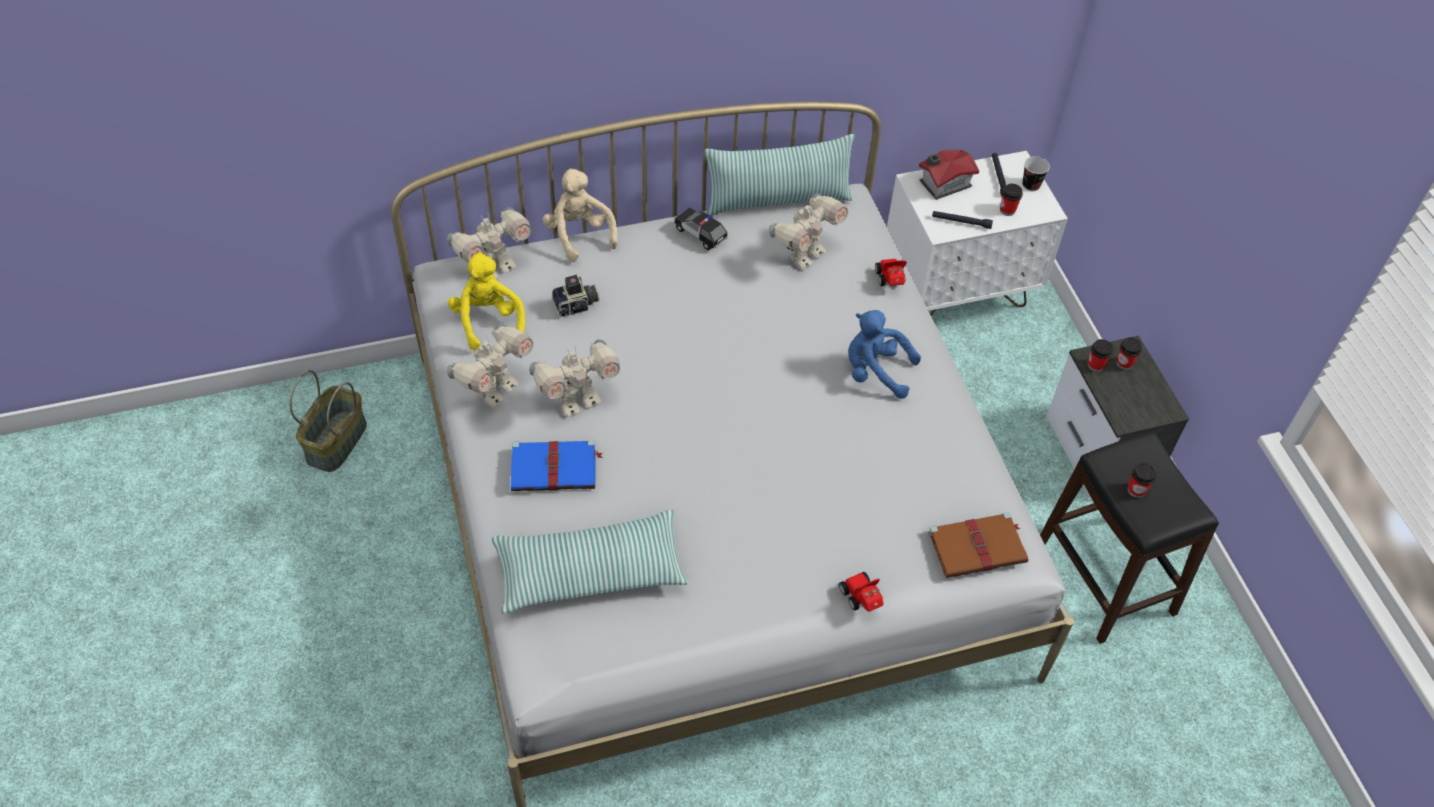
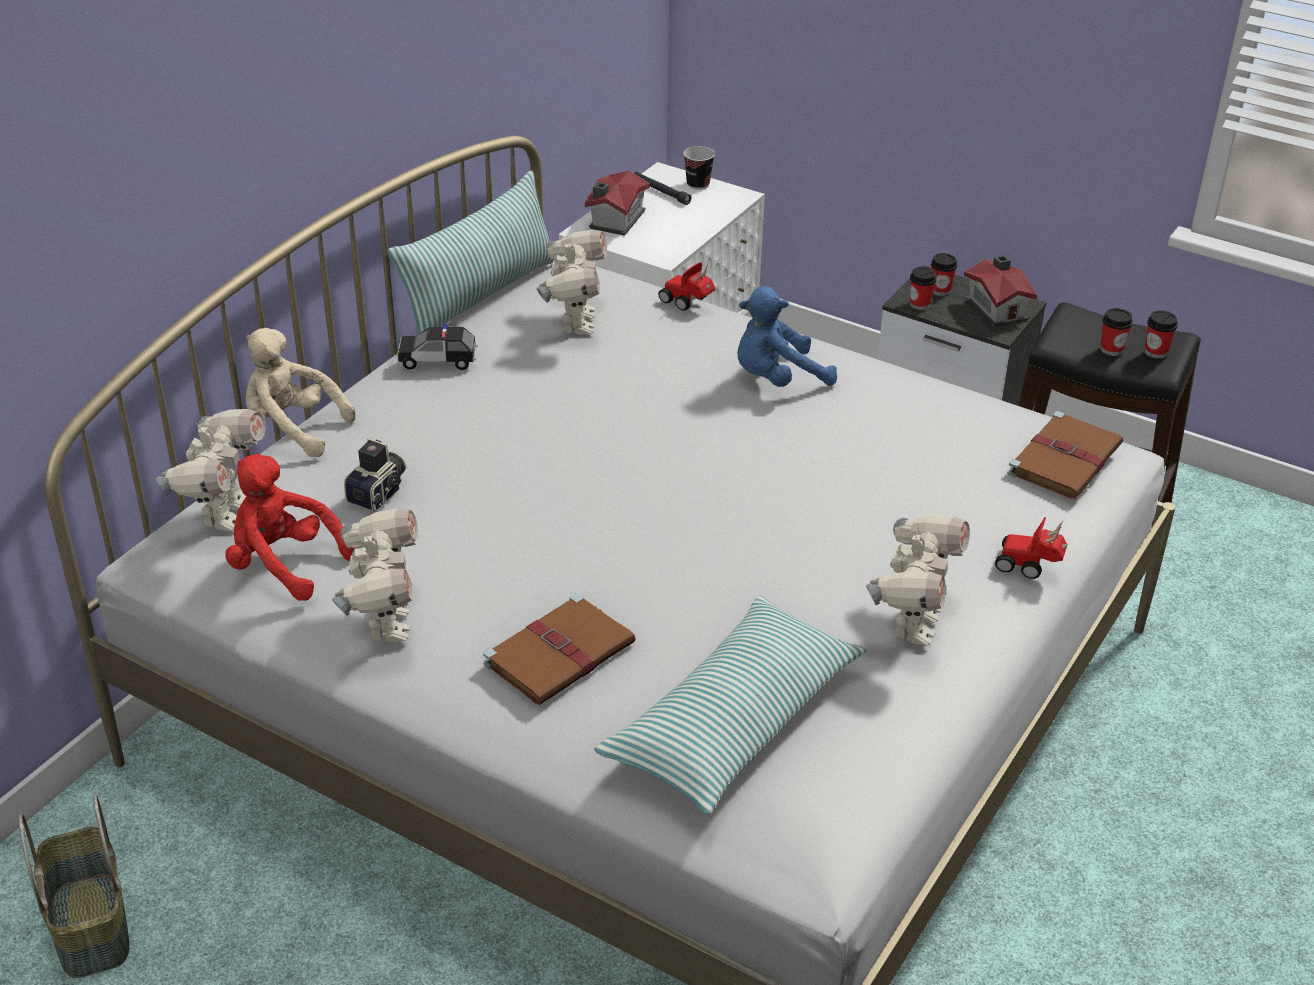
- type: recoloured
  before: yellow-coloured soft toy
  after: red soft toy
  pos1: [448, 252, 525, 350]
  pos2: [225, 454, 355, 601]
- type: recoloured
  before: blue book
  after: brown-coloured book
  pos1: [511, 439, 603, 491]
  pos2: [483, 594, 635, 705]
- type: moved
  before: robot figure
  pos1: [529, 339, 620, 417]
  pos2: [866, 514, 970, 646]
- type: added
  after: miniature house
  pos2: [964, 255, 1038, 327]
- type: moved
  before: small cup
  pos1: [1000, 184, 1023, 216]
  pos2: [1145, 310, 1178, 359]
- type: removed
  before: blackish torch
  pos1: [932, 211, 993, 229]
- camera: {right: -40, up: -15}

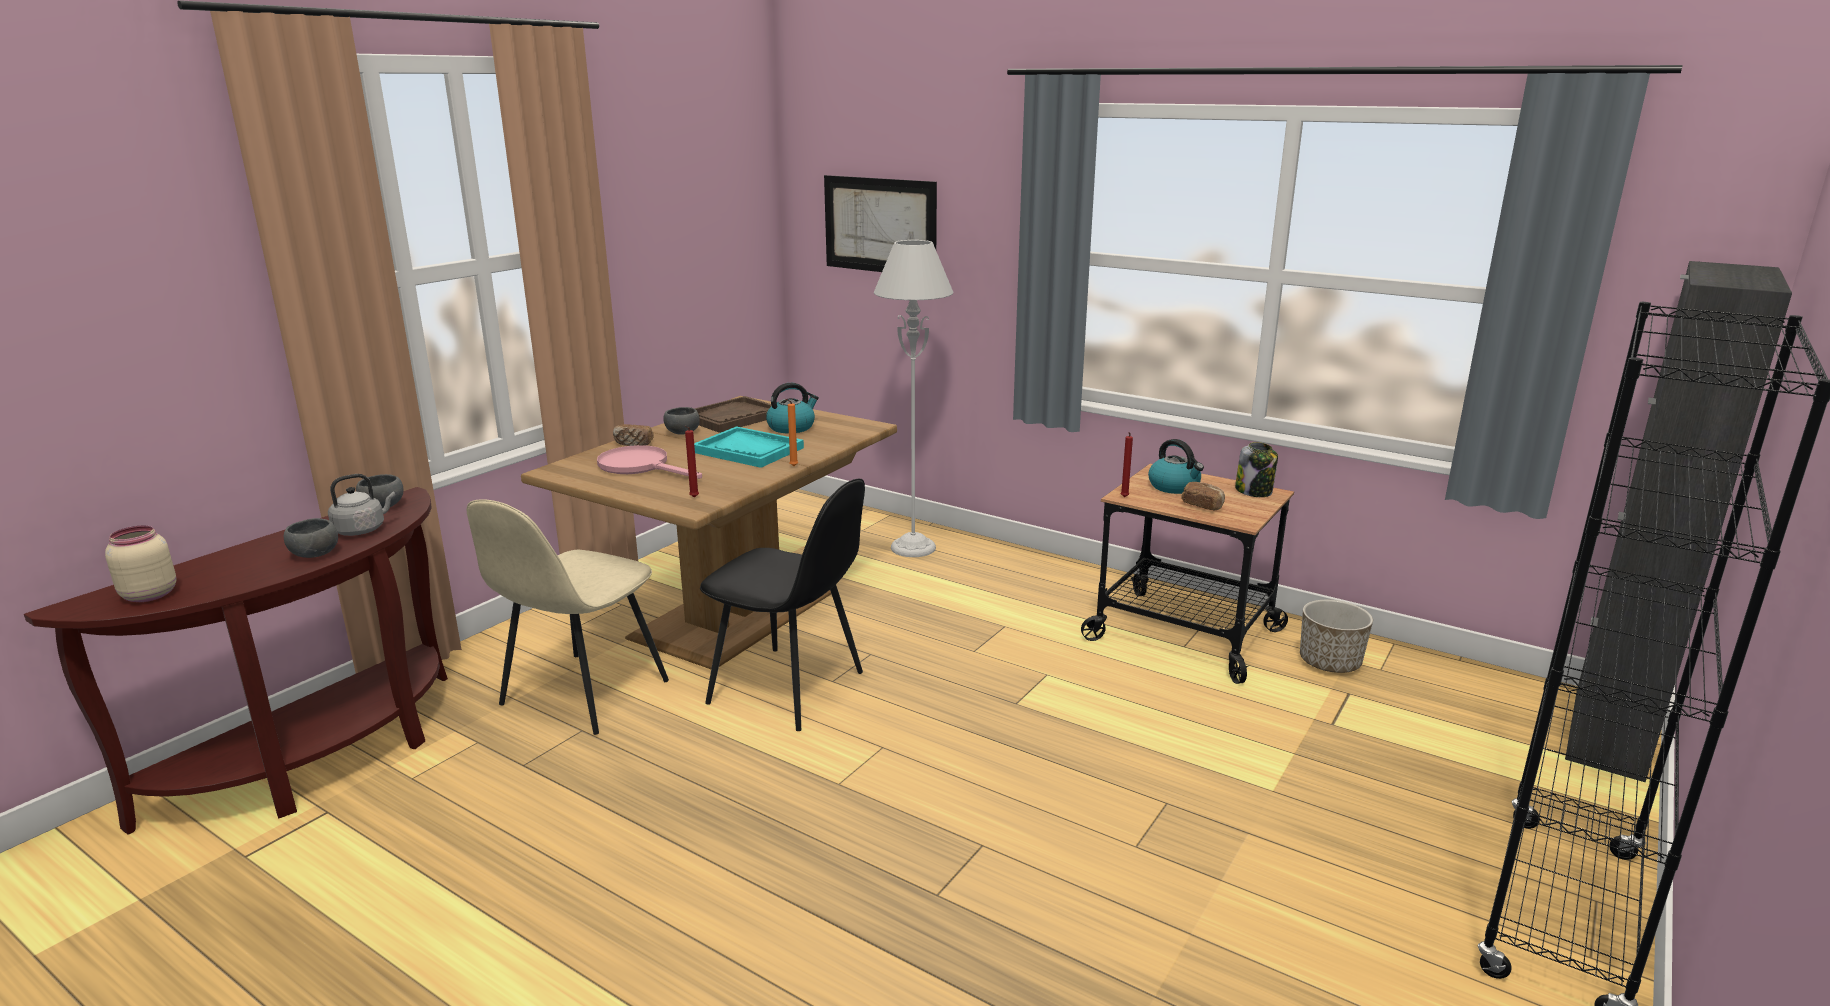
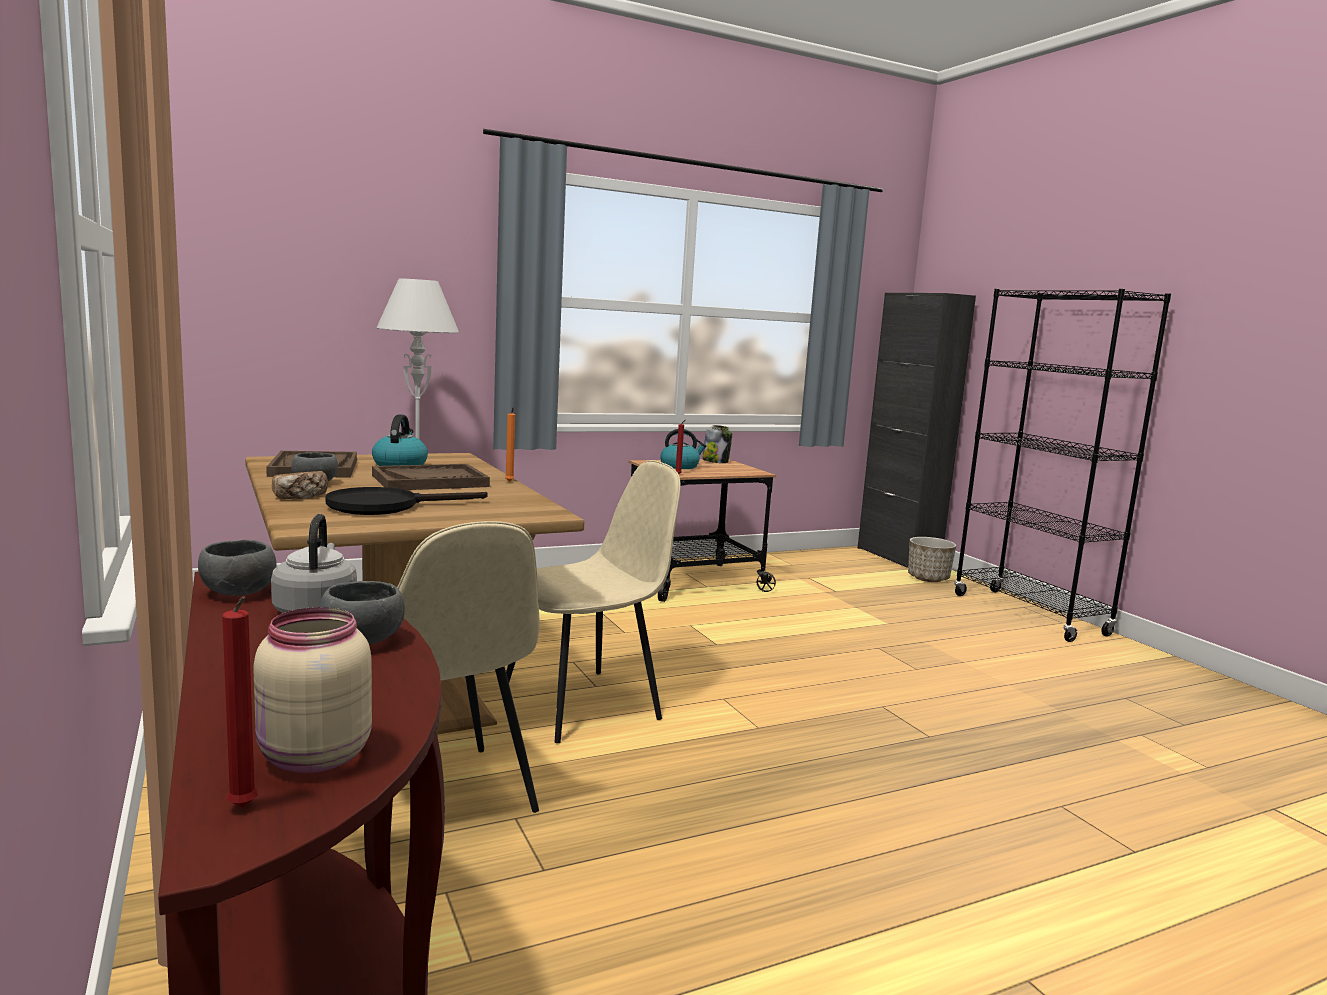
- type: moved
  before: red wax candle
  pos1: [685, 426, 699, 498]
  pos2: [222, 596, 258, 807]
- type: recoloured
  before: pinkish pan
  after: blackish pan
  pos1: [597, 445, 702, 479]
  pos2: [326, 487, 488, 515]
- type: recoloured
  before: turquoise serving tray
  after: brown-coloured serving tray
  pos1: [694, 426, 804, 468]
  pos2: [372, 464, 490, 490]
- type: recoloured
  before: blackish plain chair
  after: sand-coloured plain chair
  pos1: [700, 479, 865, 731]
  pos2: [506, 460, 681, 743]
- type: moved
  before: planter
  pos1: [1300, 600, 1373, 673]
  pos2: [908, 537, 956, 582]
- type: removed
  before: picture
  pos1: [824, 175, 937, 272]
- type: removed
  before: bread
  pos1: [1182, 482, 1225, 510]
- camera: {right: -60, up: -10}

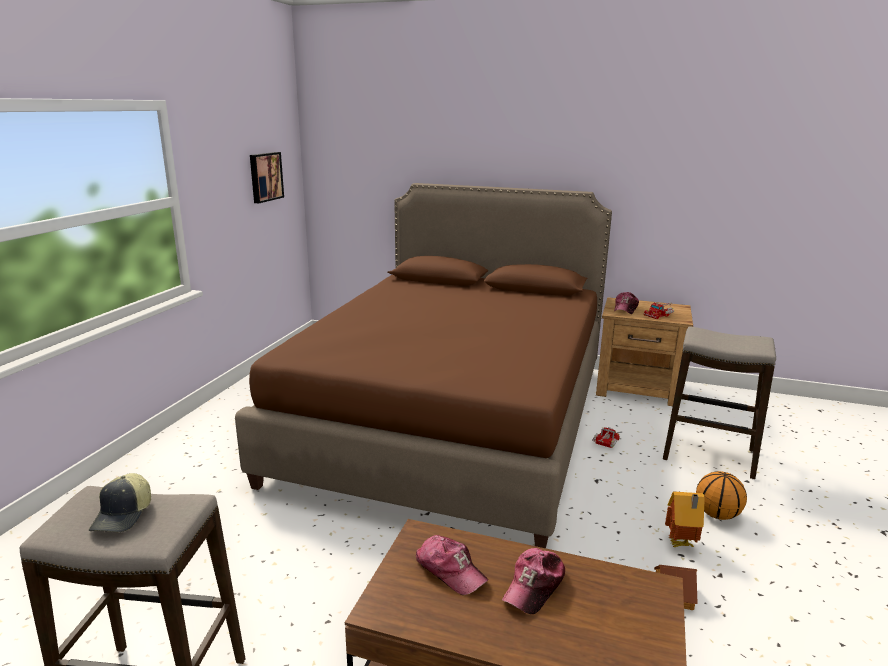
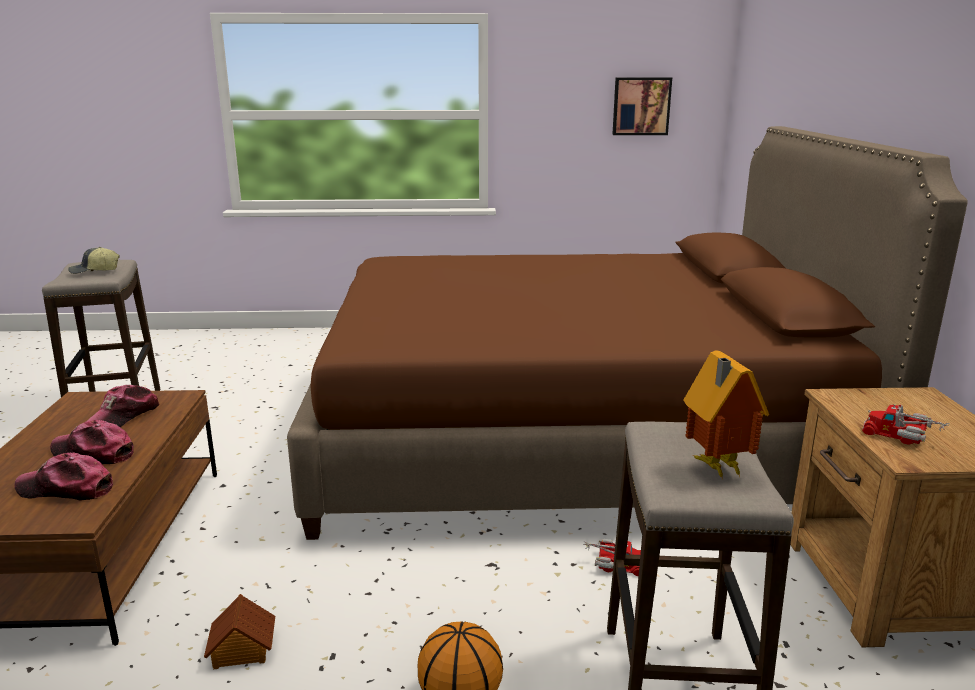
- type: moved
  before: cap
  pos1: [614, 292, 639, 314]
  pos2: [14, 453, 113, 500]
- type: moved
  before: miniature house
  pos1: [665, 491, 705, 547]
  pos2: [683, 350, 769, 479]
- camera: {right: 70, up: 0}

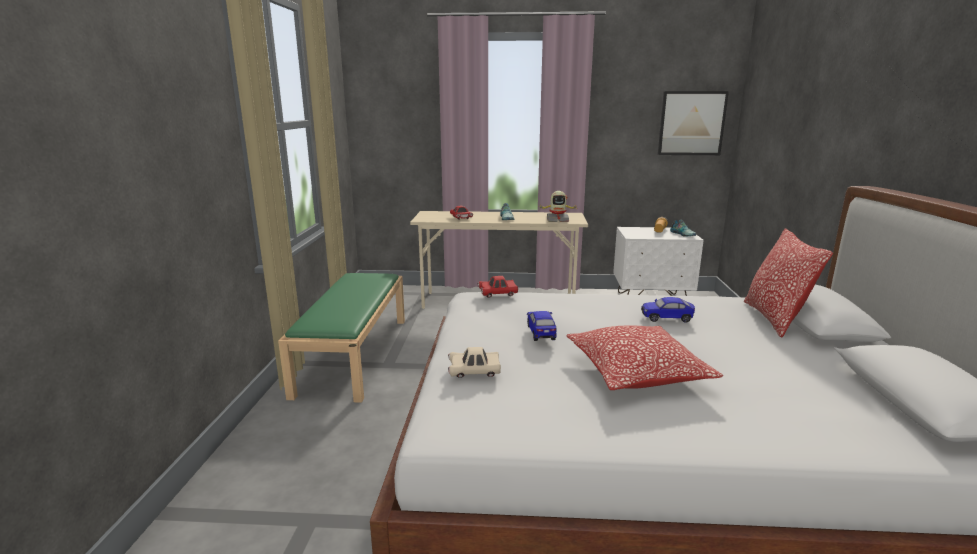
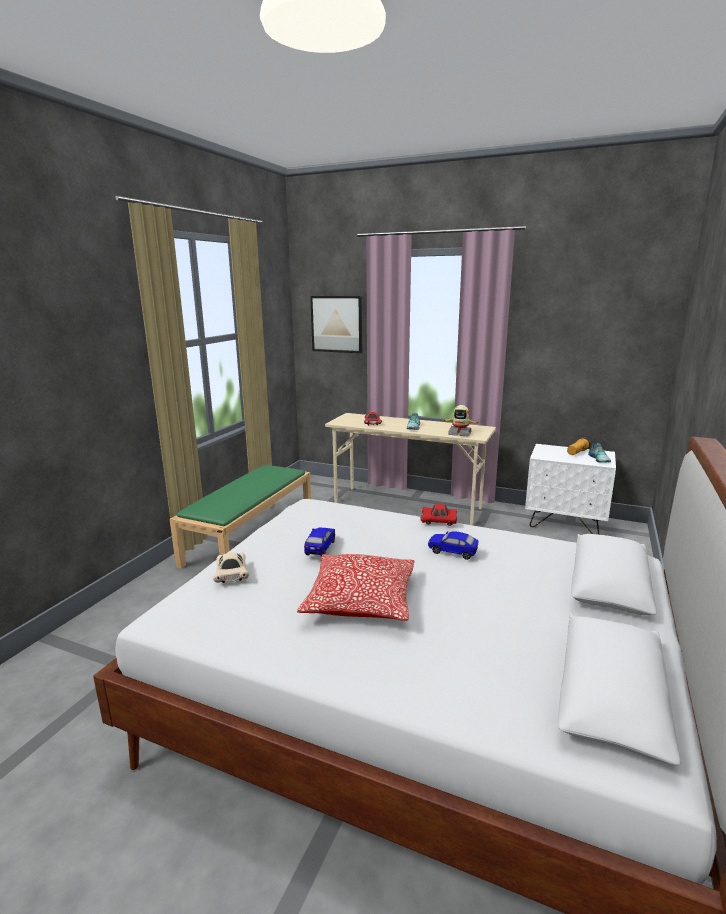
- type: turned
  before: sand-coloured miniature car
  pos1: [448, 347, 501, 378]
  pos2: [213, 552, 249, 583]
  turn: -120
- type: moved
  before: picture
  pos1: [658, 91, 729, 155]
  pos2: [310, 296, 362, 353]
- type: moved
  before: red miniature car
  pos1: [478, 276, 518, 298]
  pos2: [420, 504, 457, 526]
- type: removed
  before: throw pillow
  pos1: [744, 229, 833, 338]
- camera: {right: 20, up: 0}

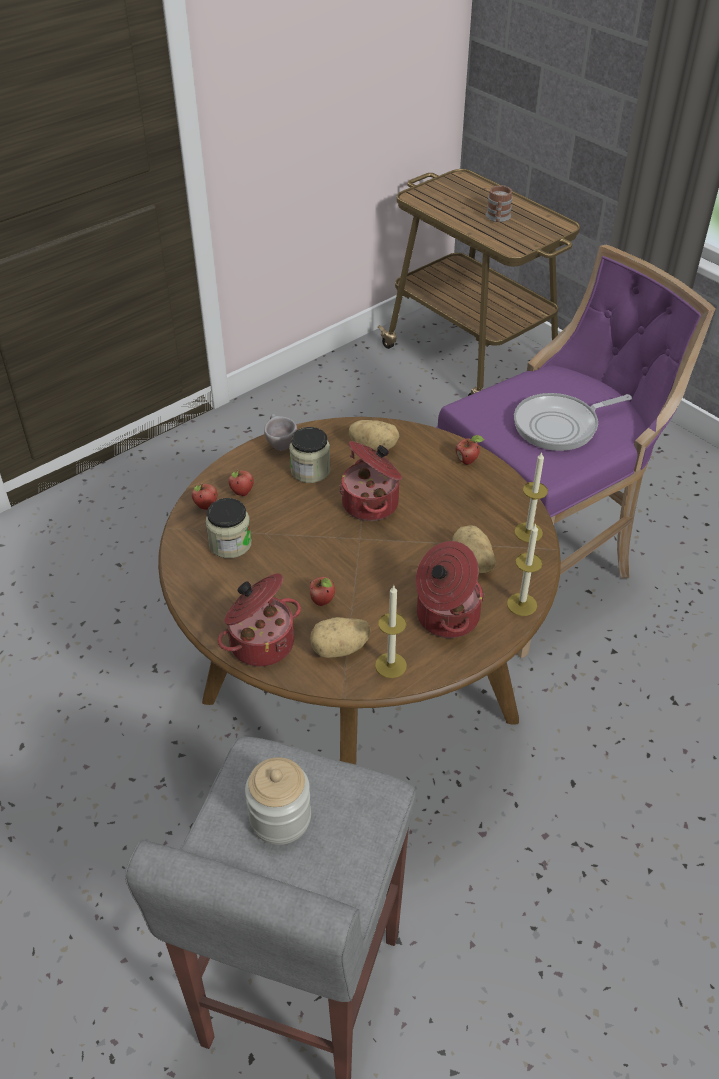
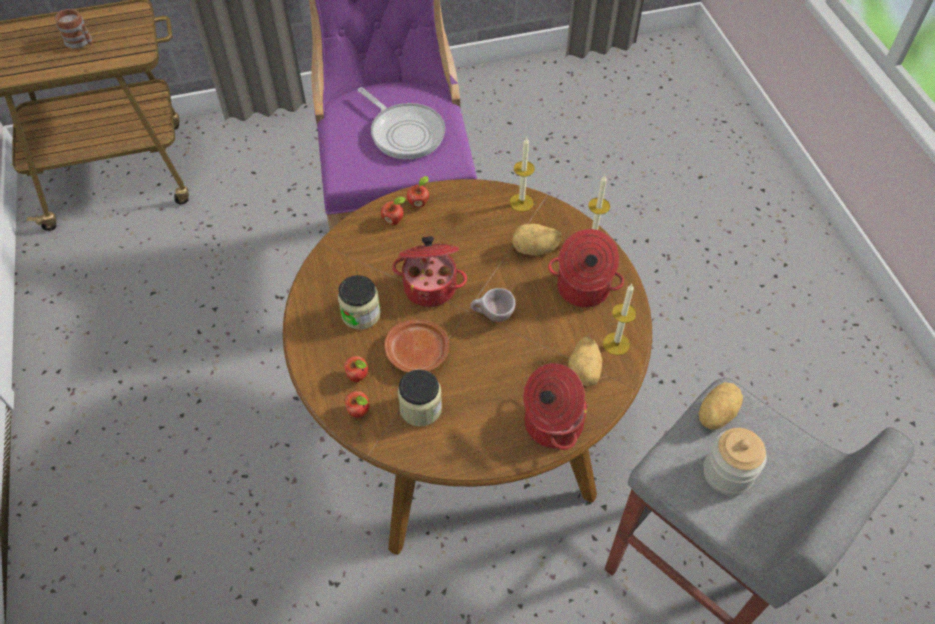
- type: turned
  before: pan
  pos1: [514, 393, 632, 451]
  pos2: [358, 87, 445, 159]
  turn: -45
- type: moved
  before: whole apple
  pos1: [310, 577, 335, 606]
  pos2: [381, 197, 406, 225]
- type: added
  after: brown-coloured plate
  pos2: [384, 319, 449, 373]
- type: moved
  before: sand-coloured small cup
  pos1: [264, 414, 297, 451]
  pos2: [470, 288, 516, 322]
- type: moved
  before: spud
  pos1: [349, 420, 400, 451]
  pos2: [699, 382, 743, 430]
- camera: {right: -65, up: 10}

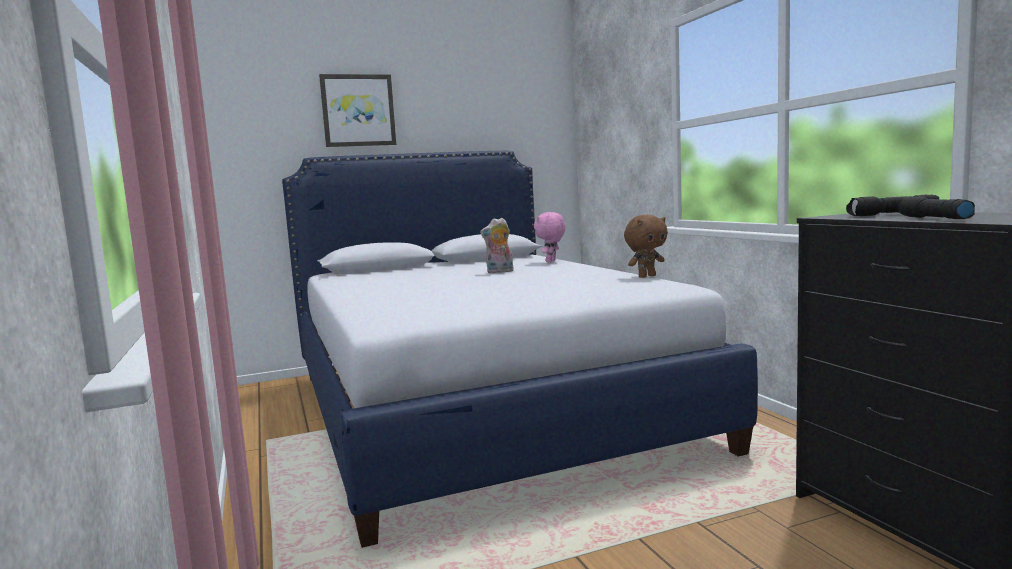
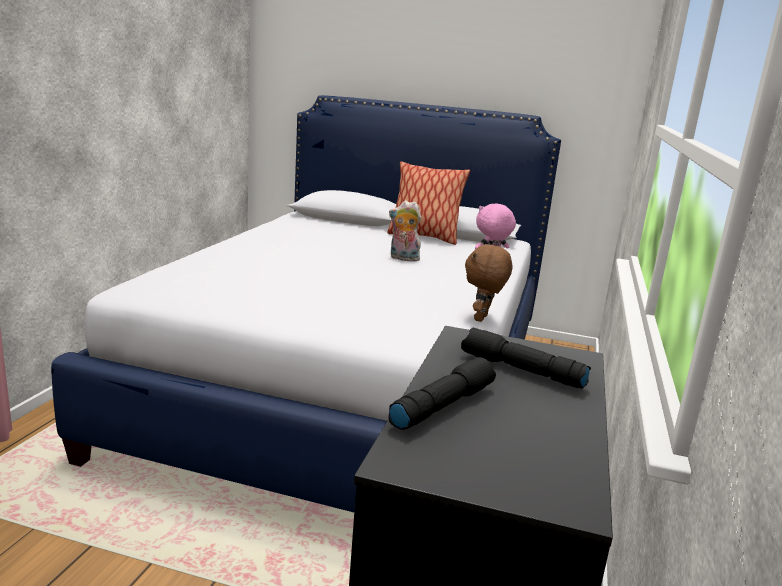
- type: added
  after: throw pillow
  pos2: [387, 161, 470, 245]
- type: turned
  before: brown-coloured soft toy
  pos1: [624, 215, 668, 278]
  pos2: [465, 244, 513, 322]
  turn: 105
- type: removed
  before: picture
  pos1: [319, 74, 396, 147]
- camera: {right: 35, up: 10}

